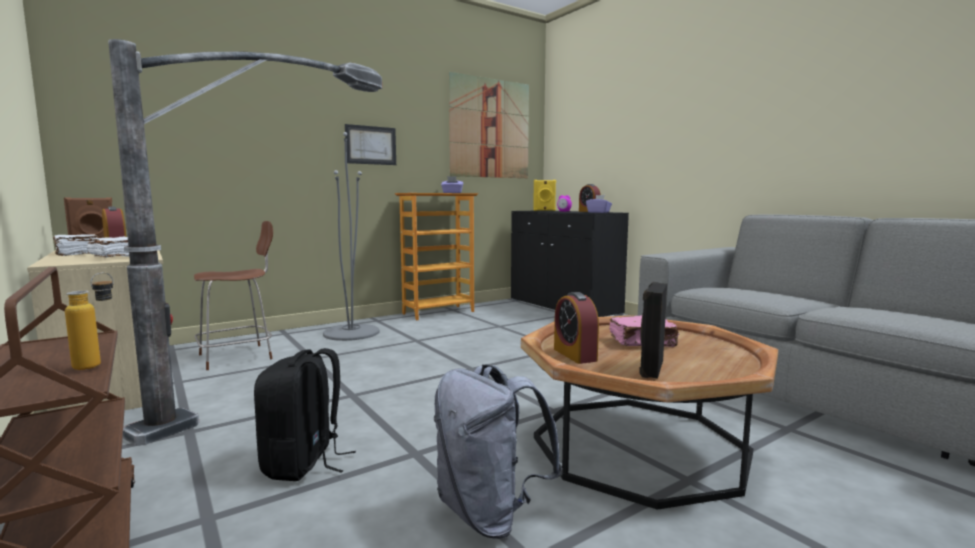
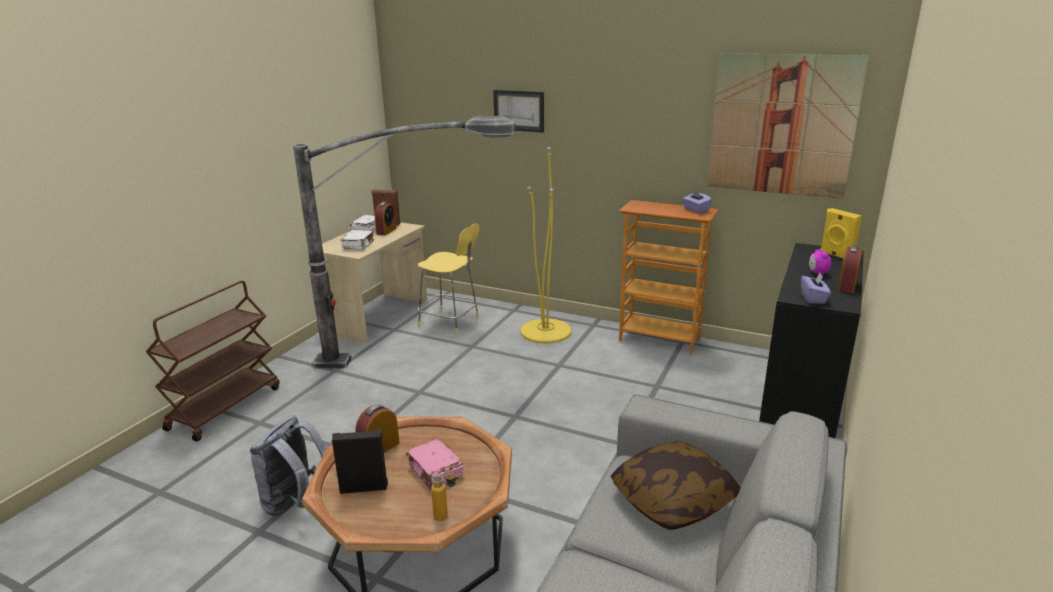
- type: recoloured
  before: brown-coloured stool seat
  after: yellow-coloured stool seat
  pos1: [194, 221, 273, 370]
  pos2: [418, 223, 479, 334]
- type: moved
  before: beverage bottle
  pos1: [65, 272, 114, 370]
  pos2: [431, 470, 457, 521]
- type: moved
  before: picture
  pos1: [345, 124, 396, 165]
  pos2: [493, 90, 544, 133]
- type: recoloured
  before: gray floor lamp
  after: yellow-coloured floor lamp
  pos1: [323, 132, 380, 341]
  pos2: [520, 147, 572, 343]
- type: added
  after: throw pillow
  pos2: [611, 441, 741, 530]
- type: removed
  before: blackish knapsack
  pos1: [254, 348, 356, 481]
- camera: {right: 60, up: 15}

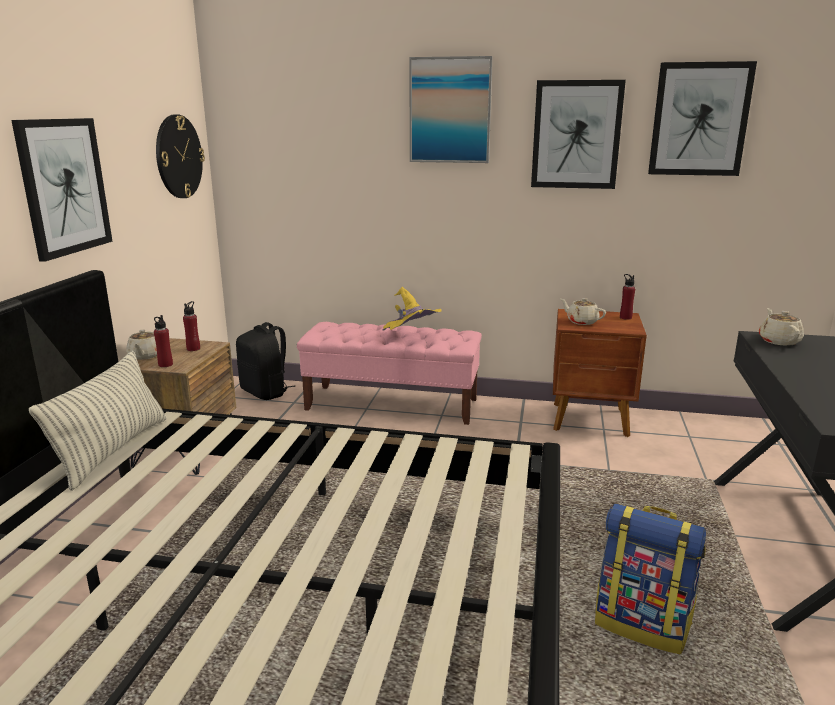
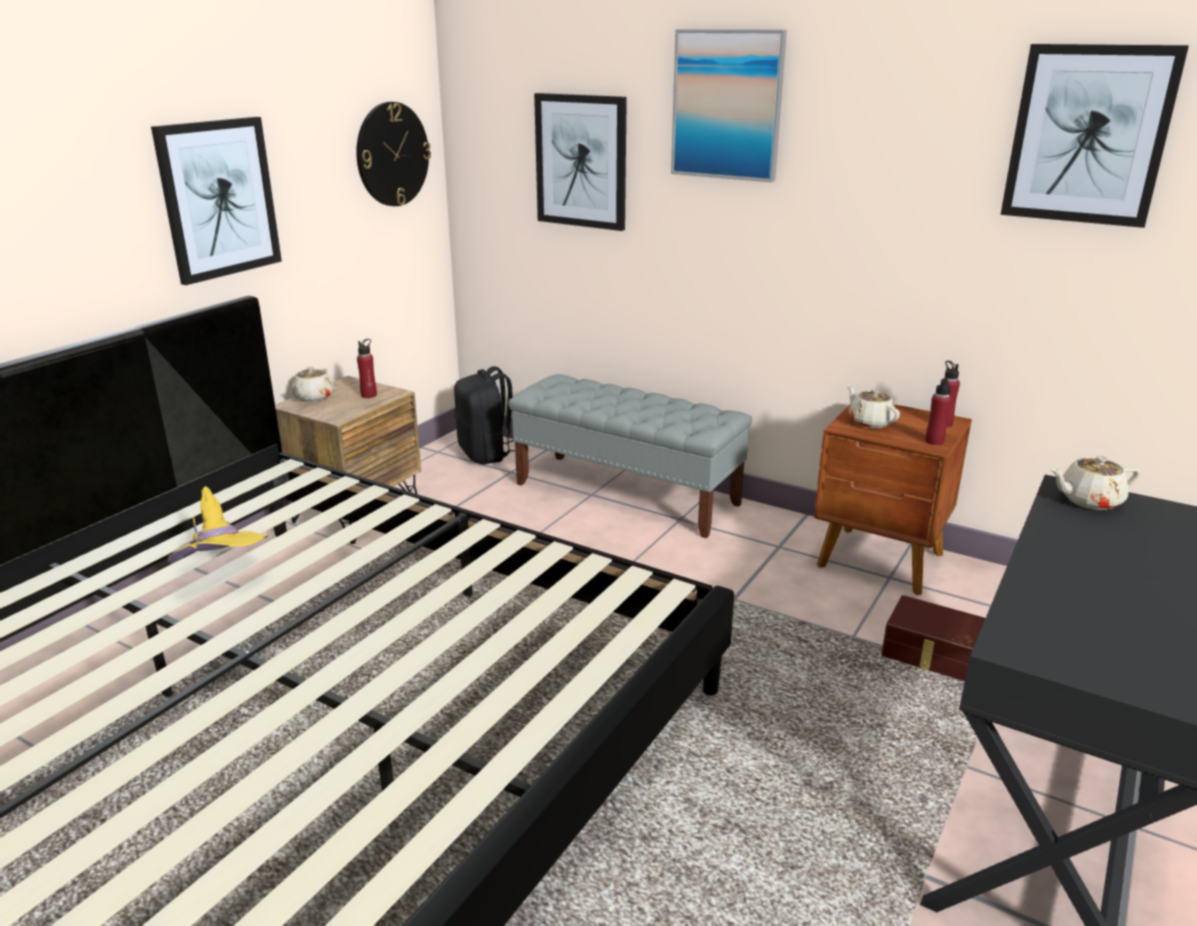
- type: moved
  before: yellow-coloured wearable hat
  pos1: [382, 287, 442, 331]
  pos2: [168, 487, 269, 562]
- type: recoloured
  before: pinkish bench
  after: gray bench
  pos1: [297, 322, 482, 425]
  pos2: [508, 374, 752, 538]
- type: moved
  before: picture
  pos1: [531, 80, 626, 189]
  pos2: [534, 93, 627, 231]
- type: added
  after: brown-coloured storage box
  pos2: [881, 595, 985, 681]
- type: moved
  before: red beverage bottle
  pos1: [154, 315, 173, 367]
  pos2: [925, 377, 952, 445]
- type: turned
  before: sand-coloured teapot
  pos1: [759, 308, 804, 346]
  pos2: [1051, 456, 1140, 510]
  turn: -120
- type: removed
  before: throw pillow
  pos1: [29, 351, 167, 491]
- type: removed
  before: knapsack
  pos1: [595, 503, 706, 655]
- camera: {right: 20, up: 5}

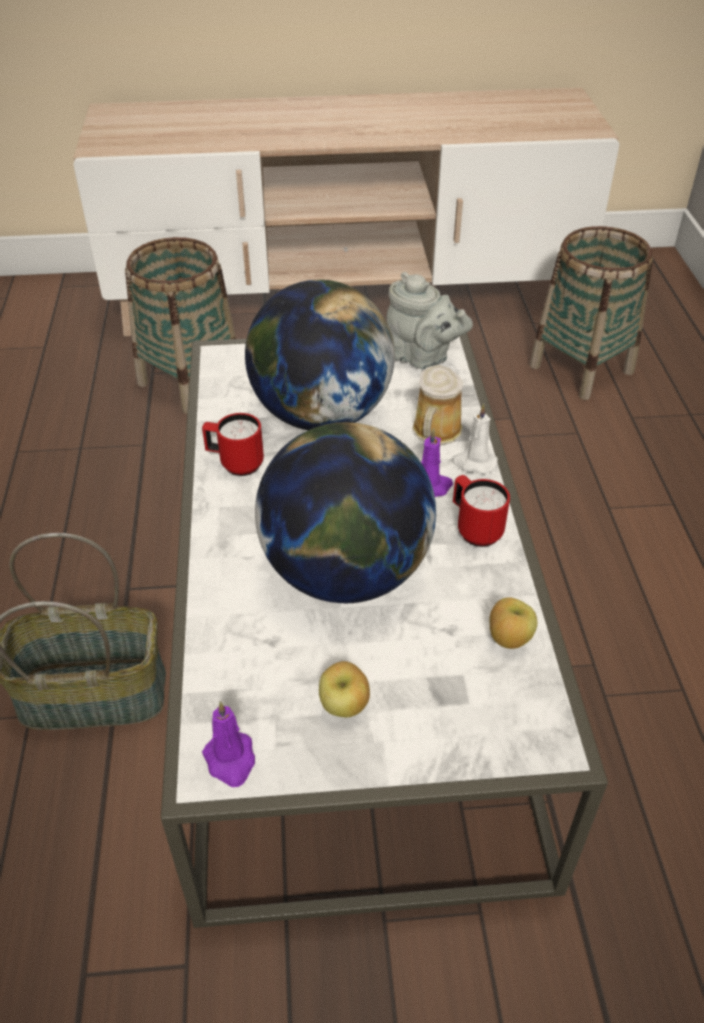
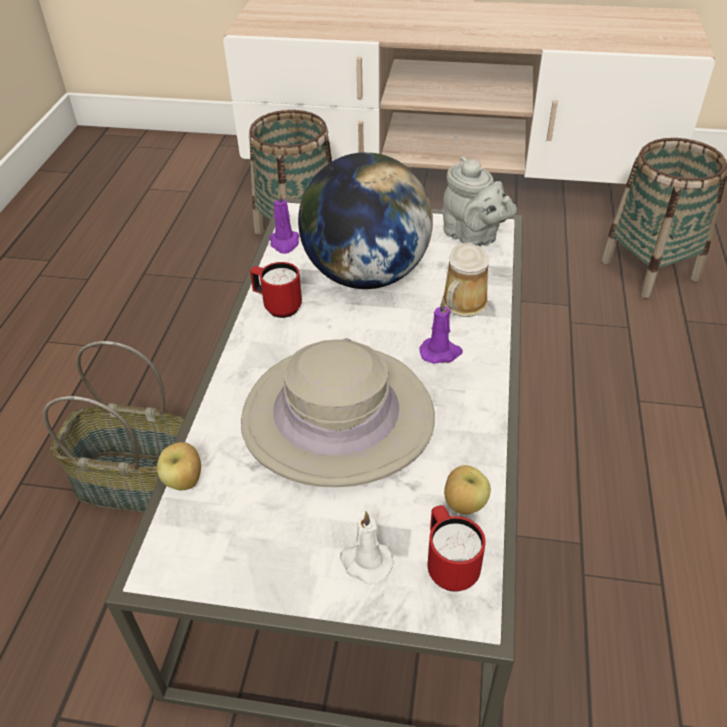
- type: moved
  before: whole apple
  pos1: [319, 661, 370, 718]
  pos2: [157, 442, 201, 490]
- type: replaced
  before: globe
  after: sand-coloured wearable hat
  pos1: [255, 422, 436, 603]
  pos2: [241, 338, 435, 487]
- type: moved
  before: purplish wax candle
  pos1: [202, 701, 255, 787]
  pos2: [269, 191, 299, 254]
- type: moved
  before: whitish wax candle
  pos1: [451, 404, 498, 474]
  pos2: [340, 511, 394, 584]
- type: moved
  before: red tea mug
  pos1: [453, 475, 510, 547]
  pos2: [427, 505, 485, 592]
- camera: {right: 15, up: 0}

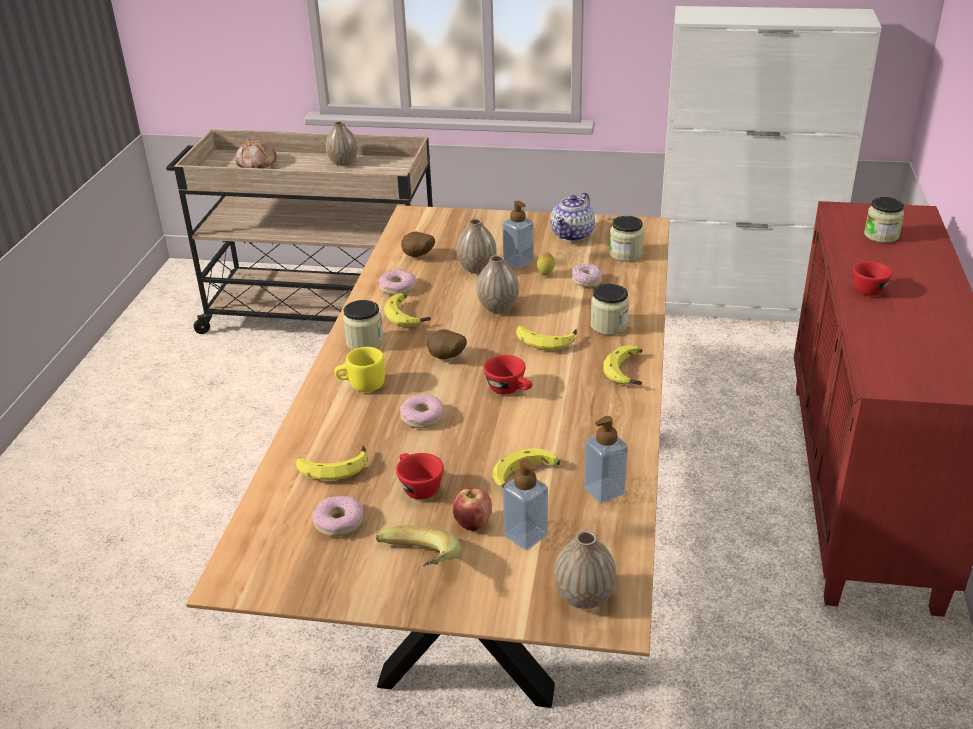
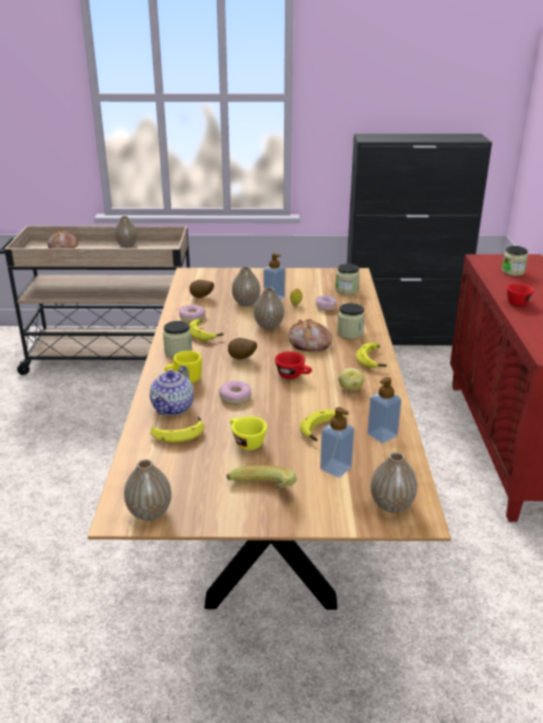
- type: added
  after: vase
  pos2: [124, 459, 171, 521]
- type: moved
  before: teapot
  pos1: [551, 192, 595, 242]
  pos2: [150, 365, 194, 416]
- type: recoloured
  before: red small cup
  after: yellow-coloured small cup
  pos1: [396, 453, 444, 499]
  pos2: [230, 416, 267, 450]
- type: replaced
  before: banana
  after: bread
  pos1: [516, 325, 577, 350]
  pos2: [289, 319, 332, 352]
- type: added
  after: spud
  pos2: [338, 368, 364, 391]
- type: recoloured
  before: whitish cabinet
  after: blackish cabinet
  pos1: [661, 6, 882, 322]
  pos2: [347, 134, 492, 345]
- type: removed
  before: ring doughnut
  pos1: [312, 496, 363, 537]
- type: removed
  before: whole apple
  pos1: [453, 488, 492, 531]
- camera: {right: -10, up: -5}

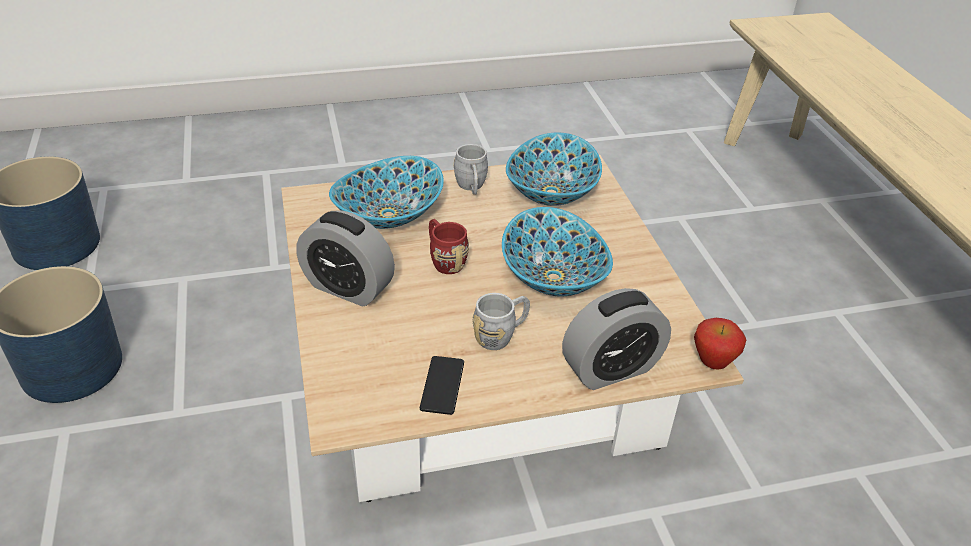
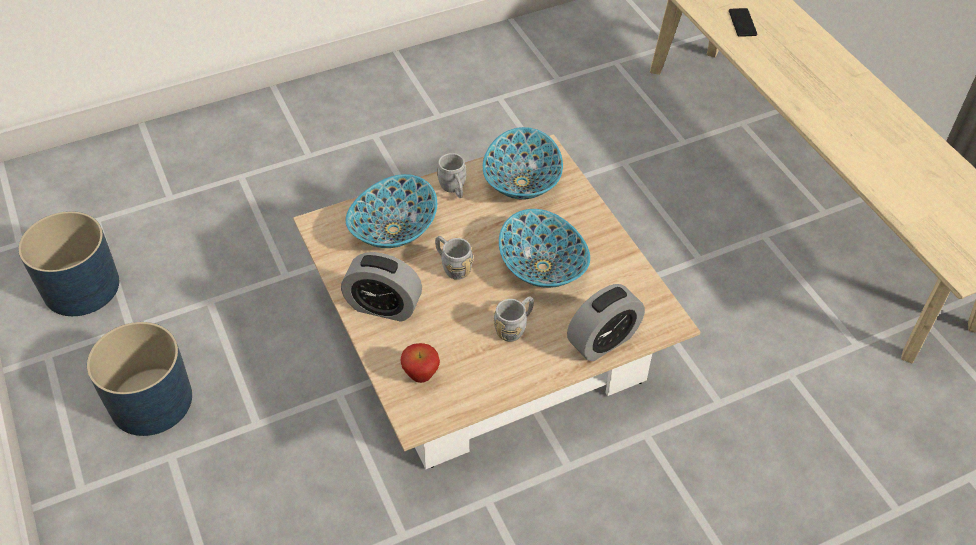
- type: moved
  before: whole apple
  pos1: [694, 318, 746, 370]
  pos2: [401, 343, 440, 383]
- type: recoloured
  before: red tea mug
  after: gray tea mug
  pos1: [429, 219, 469, 274]
  pos2: [435, 236, 473, 280]
- type: moved
  before: handset
  pos1: [420, 356, 464, 415]
  pos2: [729, 8, 757, 37]
- camera: {right: -10, up: 10}

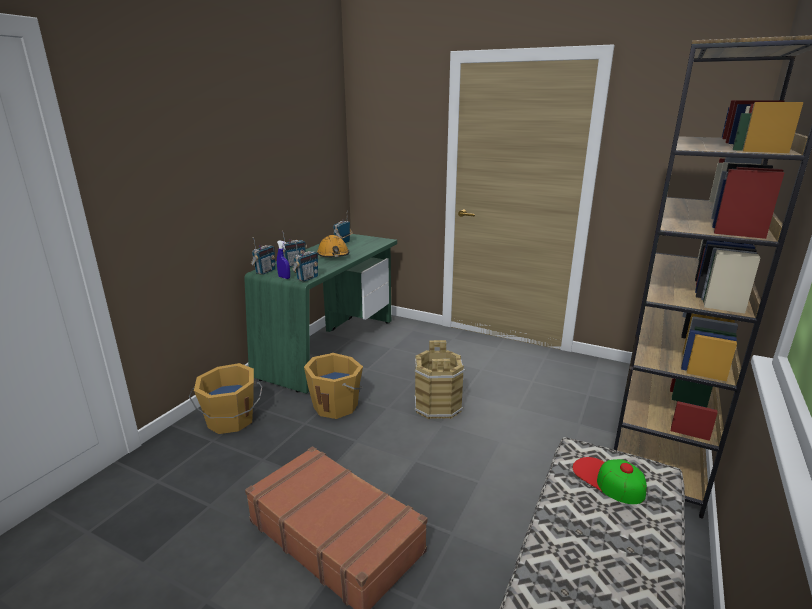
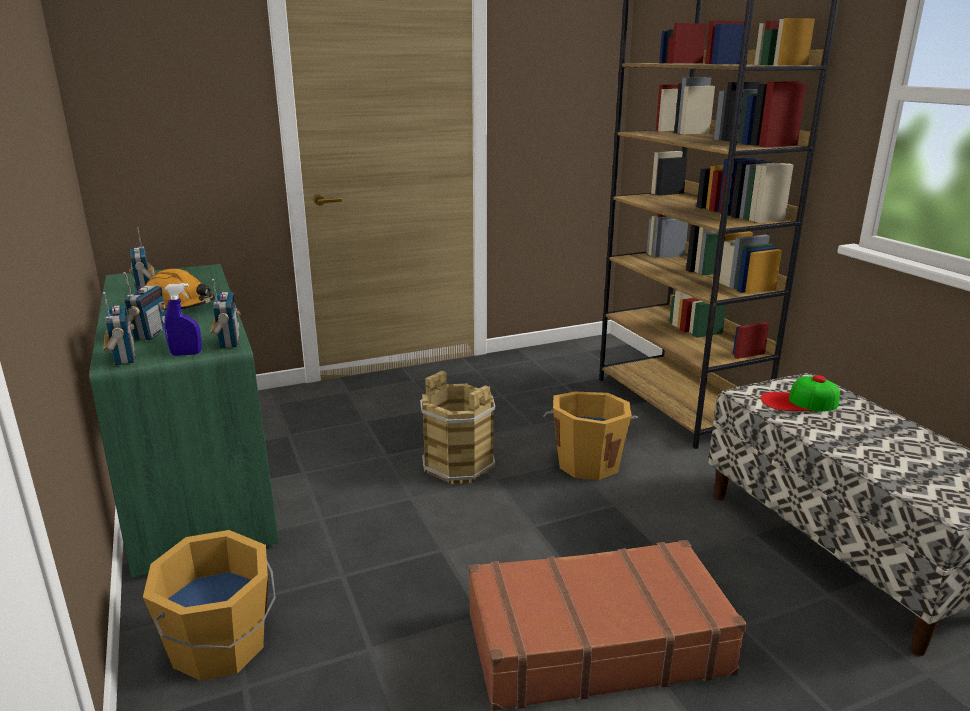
- type: moved
  before: orangey water bucket
  pos1: [304, 353, 363, 419]
  pos2: [543, 392, 639, 480]
- camera: {right: -50, up: 0}

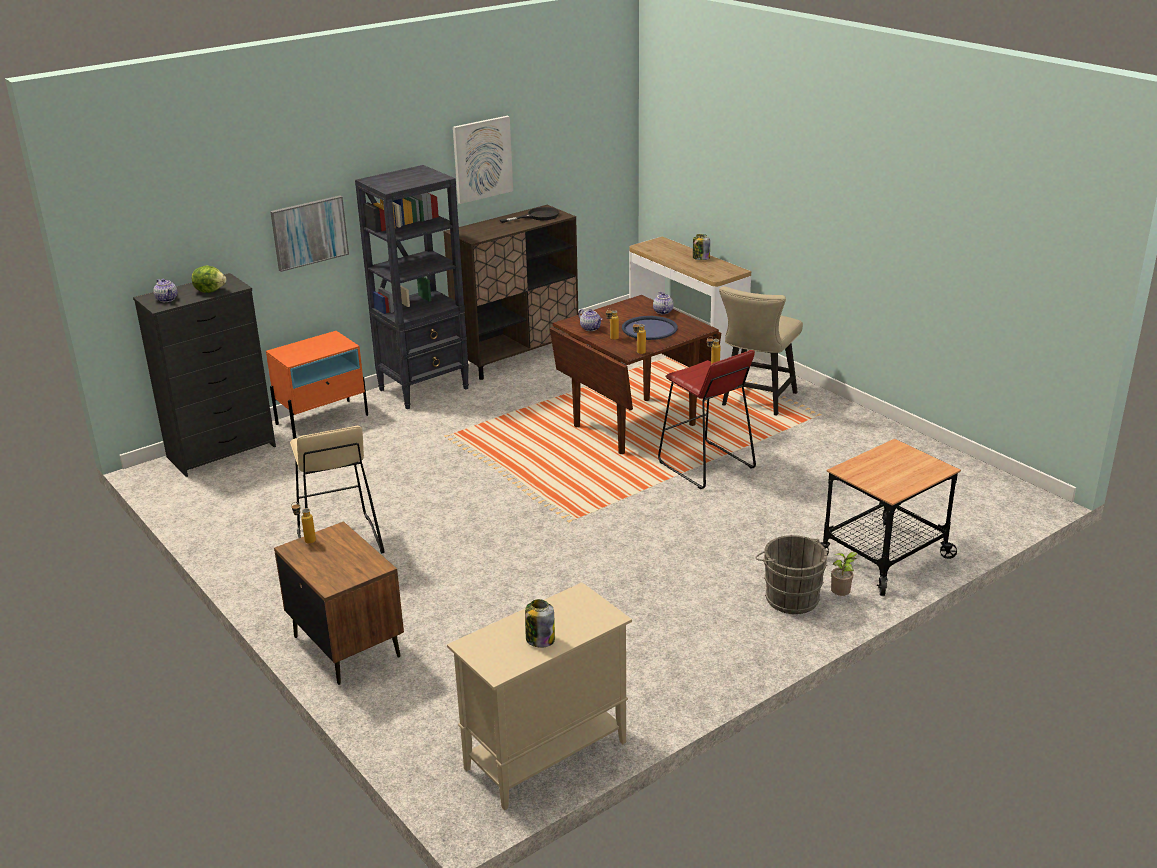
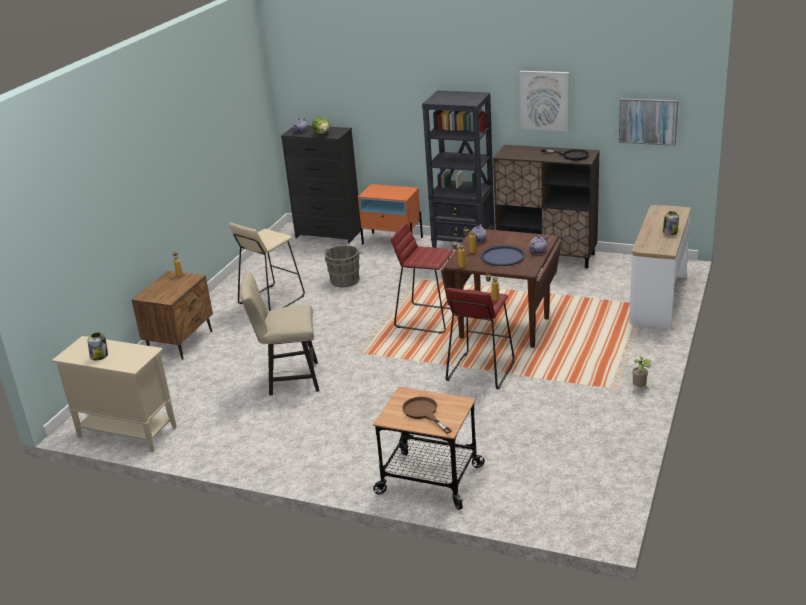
- type: moved
  before: sand-coloured plain chair
  pos1: [719, 286, 803, 416]
  pos2: [240, 272, 319, 395]
- type: moved
  before: gray water bucket
  pos1: [755, 535, 827, 614]
  pos2: [325, 245, 363, 287]
- type: added
  after: red stool seat
  pos2: [391, 222, 454, 333]
- type: added
  after: brown-coloured pan
  pos2: [402, 396, 452, 434]
- type: moved
  before: picture
  pos1: [270, 196, 349, 272]
  pos2: [619, 98, 678, 146]
- type: moved
  before: potted plant
  pos1: [831, 552, 858, 596]
  pos2: [632, 356, 651, 390]
- camera: {right: 60, up: 0}

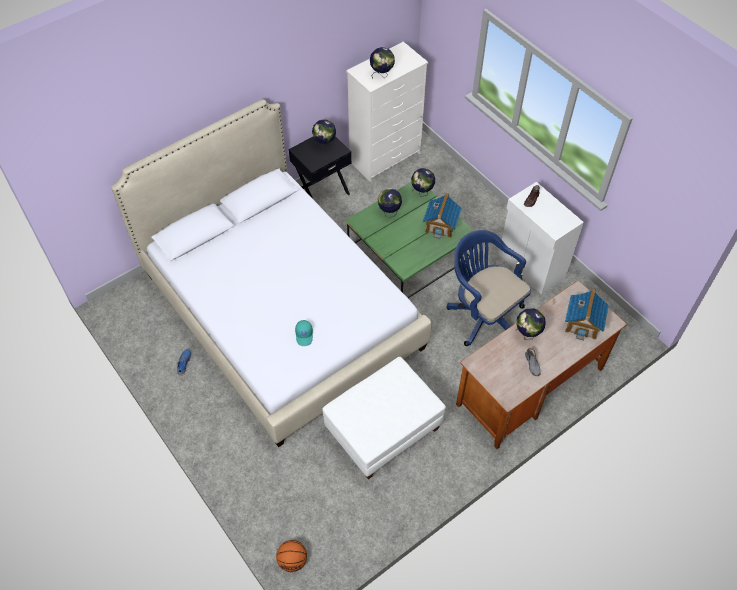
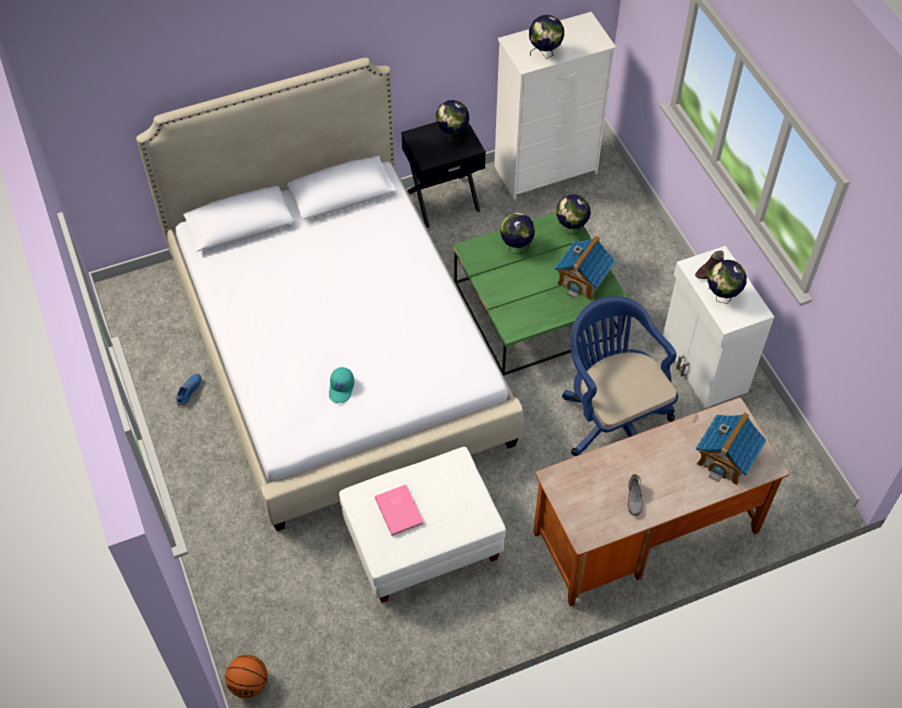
- type: added
  after: pinkish book
  pos2: [374, 485, 424, 536]
- type: moved
  before: globe
  pos1: [516, 308, 546, 339]
  pos2: [708, 260, 747, 304]
- camera: {right: 15, up: 0}

